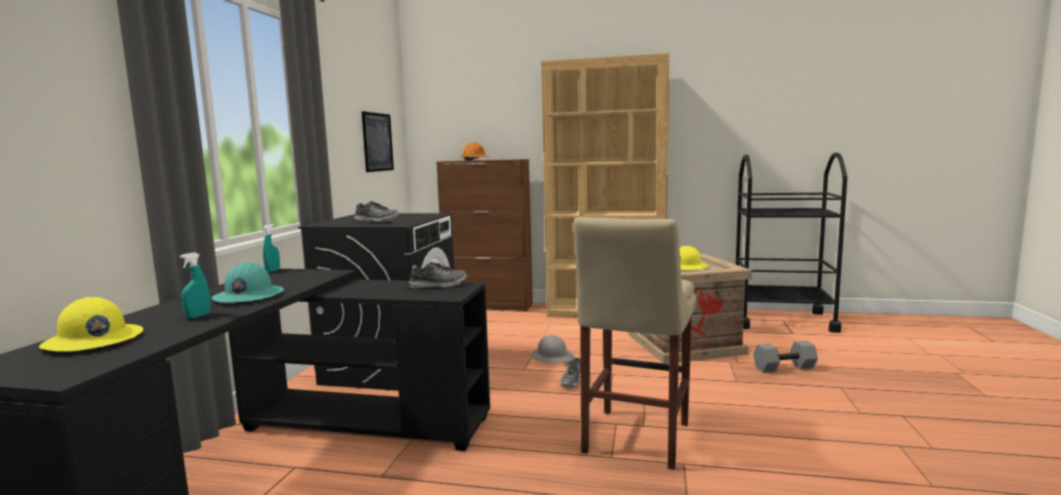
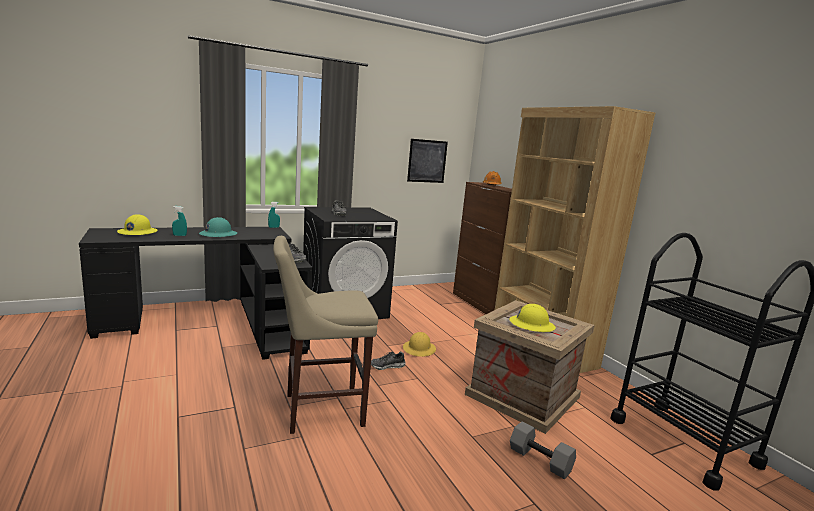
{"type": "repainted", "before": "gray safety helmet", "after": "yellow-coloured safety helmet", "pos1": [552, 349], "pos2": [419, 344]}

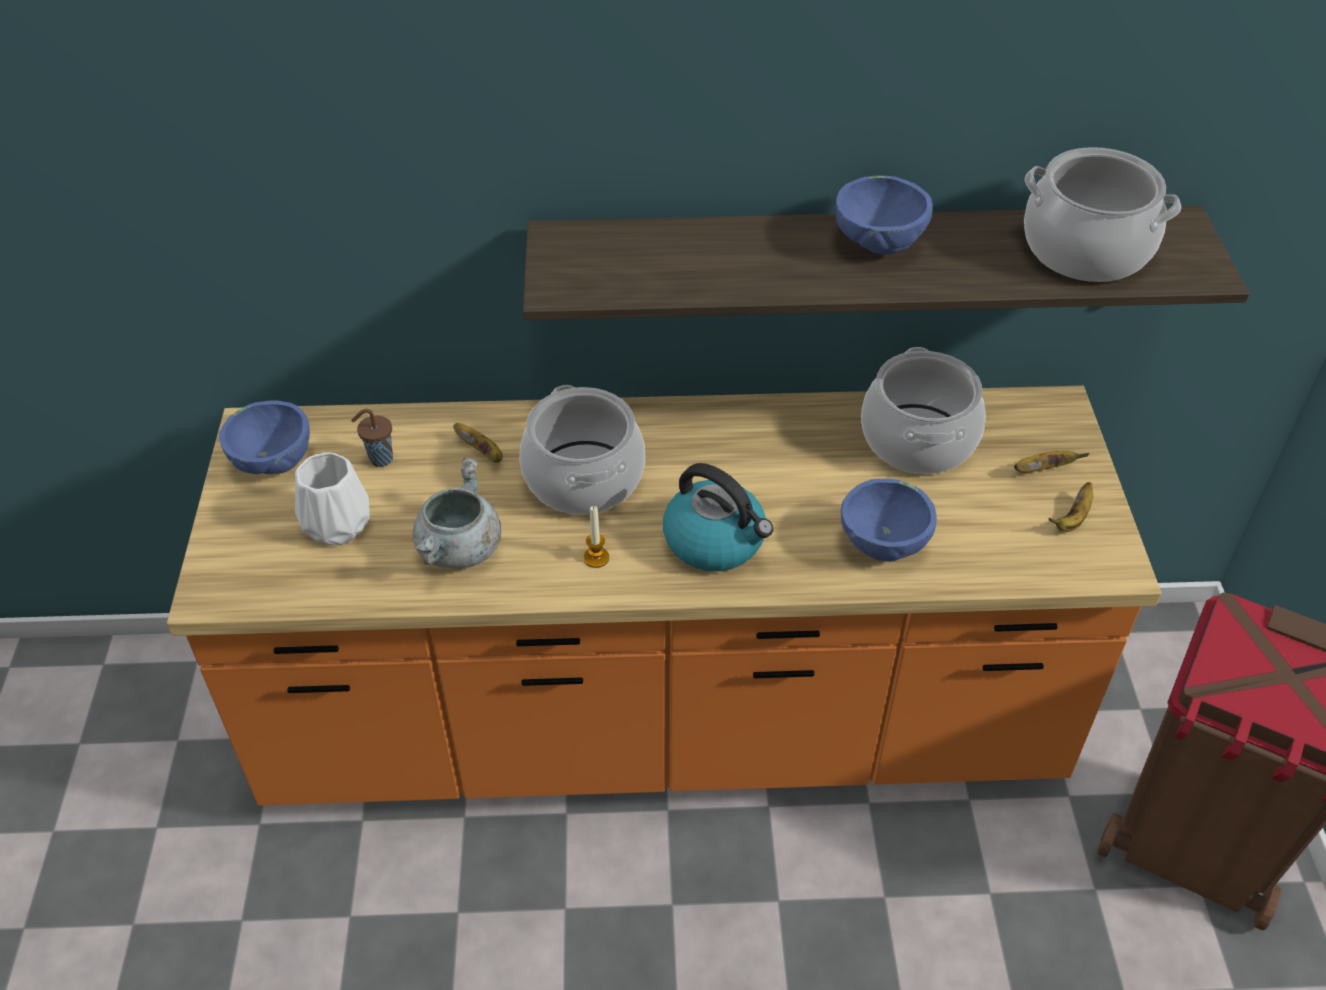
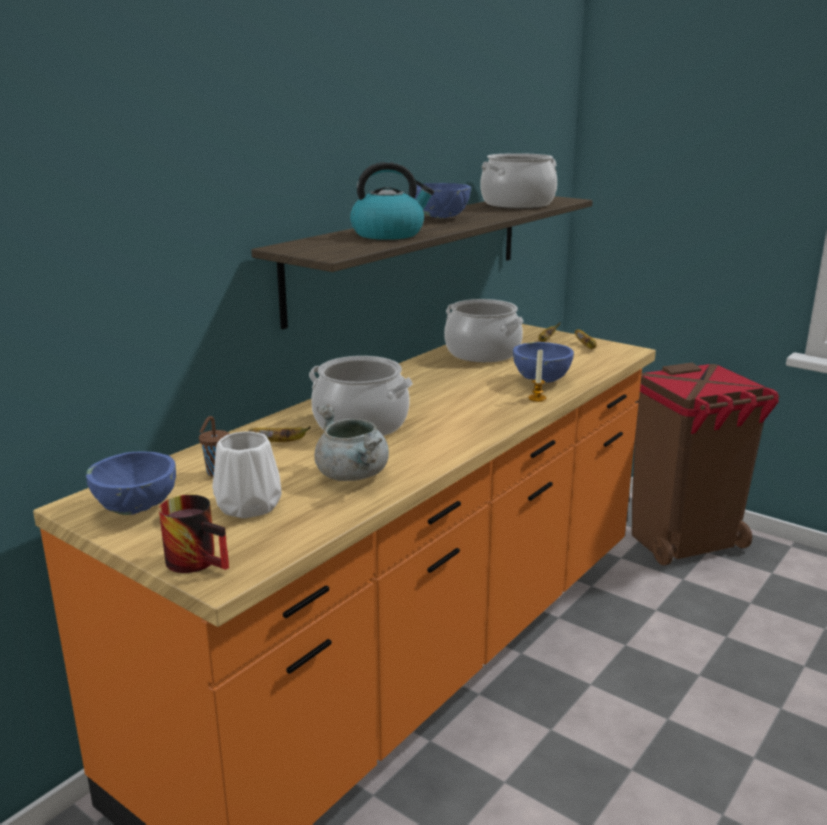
{"type": "new", "after": "mug", "pos2": [194, 534]}
{"type": "shifted", "before": "tea kettle", "pos1": [718, 517], "pos2": [392, 201]}
{"type": "shifted", "before": "wax candle", "pos1": [596, 537], "pos2": [537, 376]}

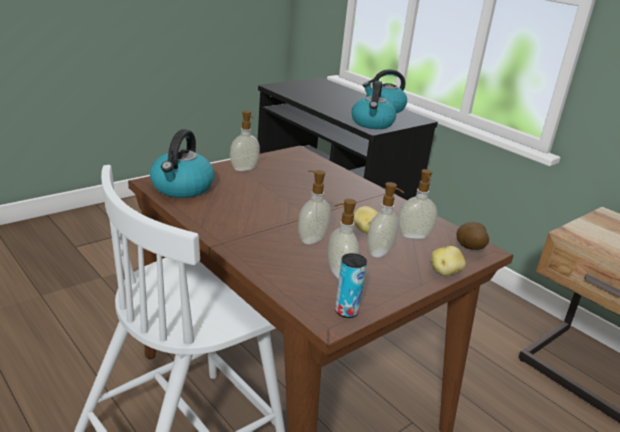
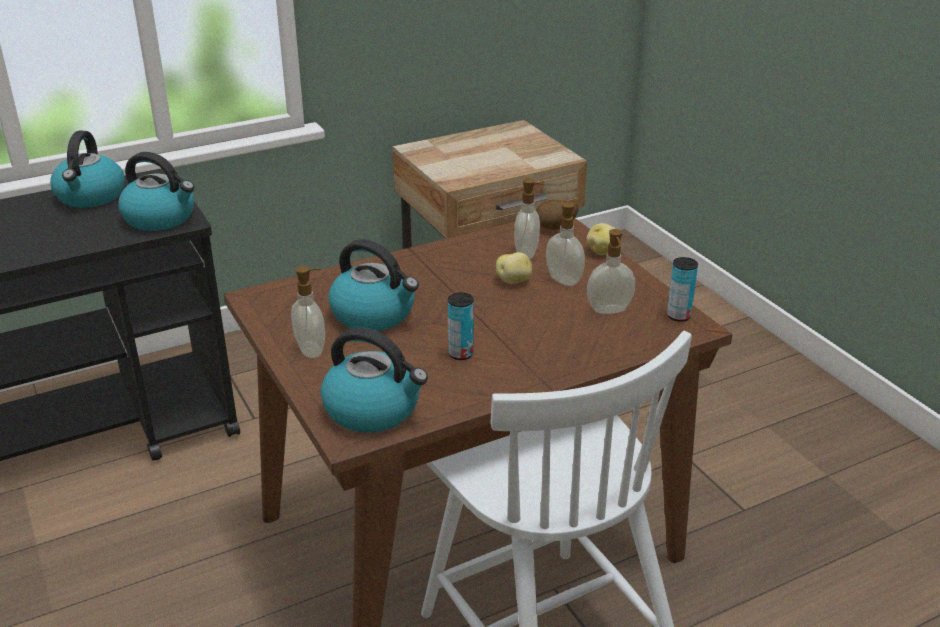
{"type": "new", "after": "tea kettle", "pos2": [374, 285]}
{"type": "new", "after": "can", "pos2": [461, 326]}
{"type": "gone", "before": "soap dispenser", "pos1": [314, 207]}

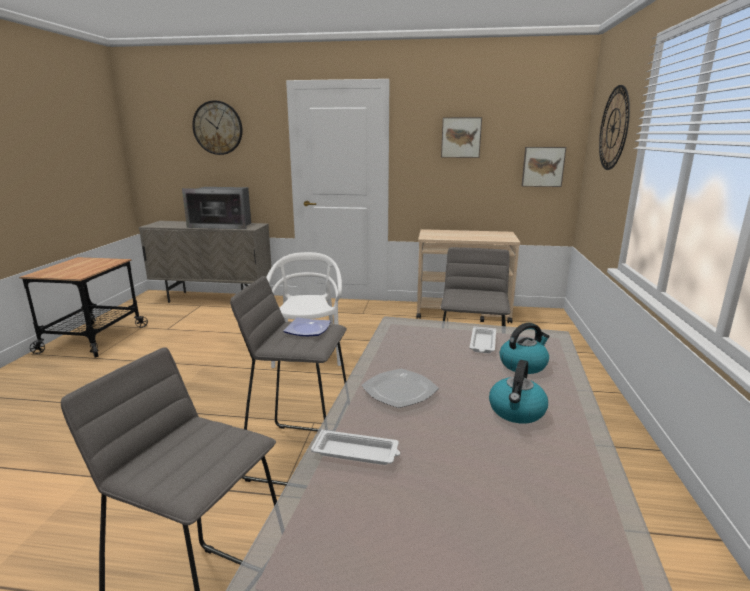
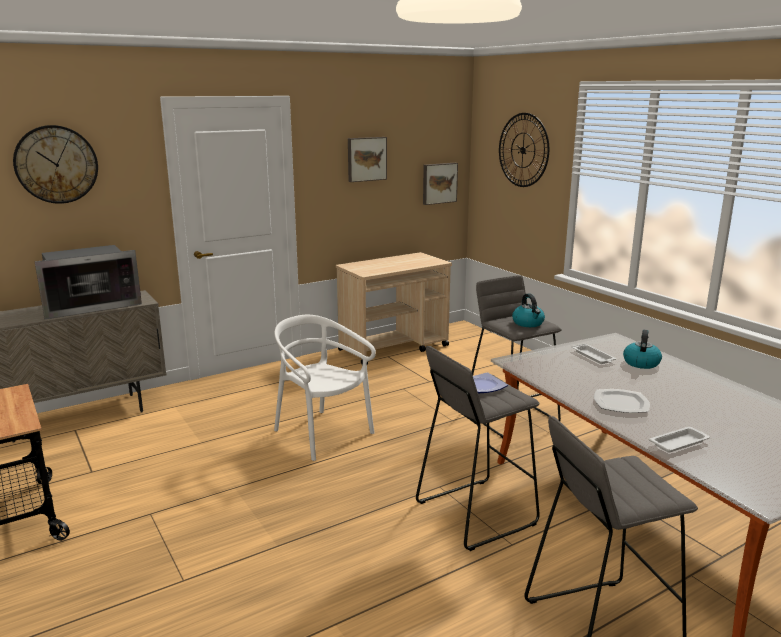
{"type": "shifted", "before": "tea kettle", "pos1": [518, 392], "pos2": [528, 310]}

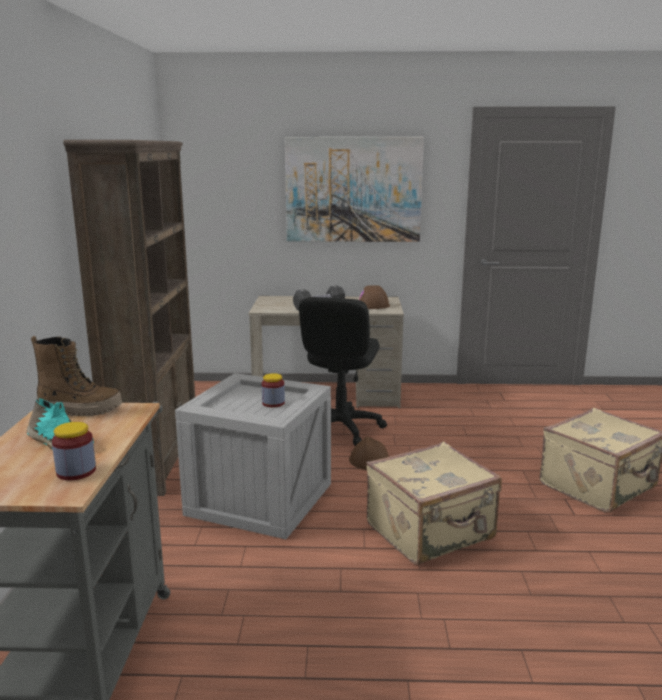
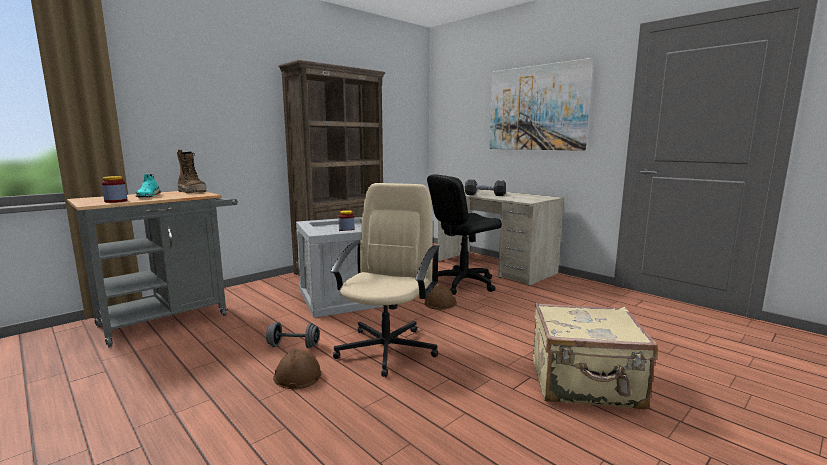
{"type": "new", "after": "gray dumbbell", "pos2": [292, 335]}
{"type": "shifted", "before": "brown-coloured safety helmet", "pos1": [374, 297], "pos2": [297, 368]}
{"type": "swapped", "before": "beige-coloured travel case", "after": "beige-coloured desk chair", "pos1": [434, 503], "pos2": [385, 280]}

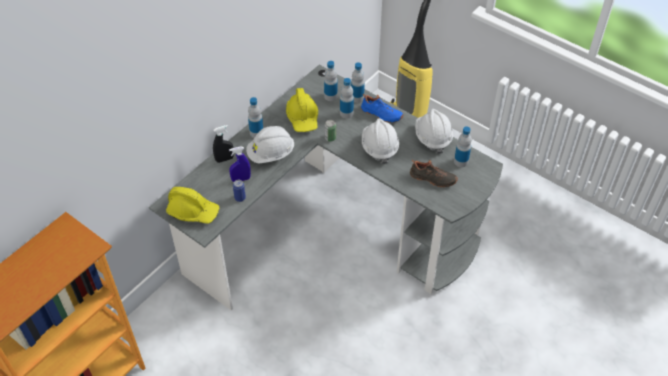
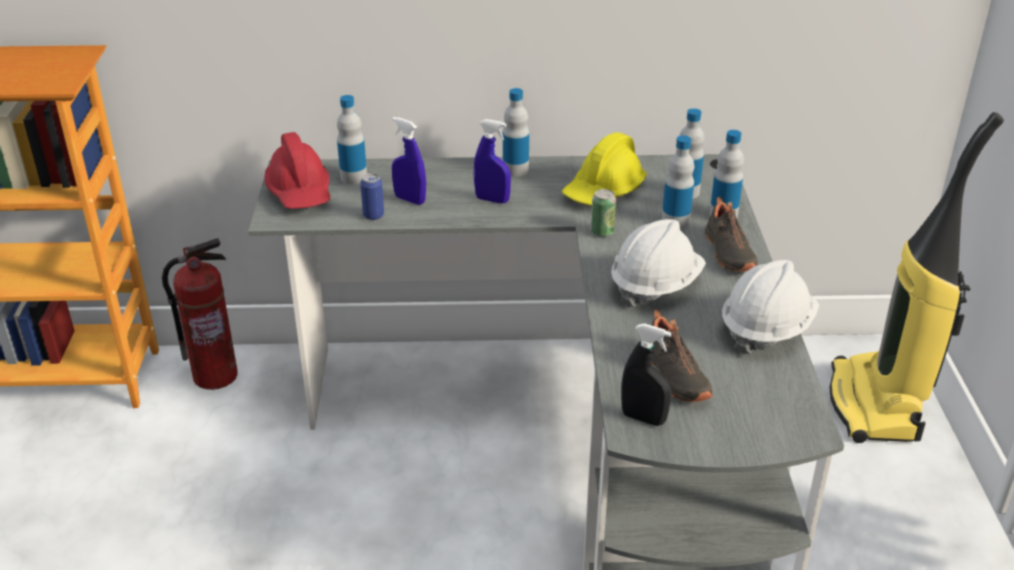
{"type": "new", "after": "fire extinguisher", "pos2": [200, 314]}
{"type": "repainted", "before": "yellow-coloured safety helmet", "after": "reddish safety helmet", "pos1": [193, 205], "pos2": [297, 170]}
{"type": "shifted", "before": "drink bottle", "pos1": [463, 146], "pos2": [352, 139]}
{"type": "swapped", "before": "white-coloured safety helmet", "after": "blue-coloured sprayer", "pos1": [270, 145], "pos2": [492, 161]}
{"type": "shifted", "before": "black-coloured sprayer", "pos1": [223, 144], "pos2": [646, 374]}
{"type": "repainted", "before": "blue-coloured low shoe", "after": "black-coloured low shoe", "pos1": [382, 108], "pos2": [731, 234]}

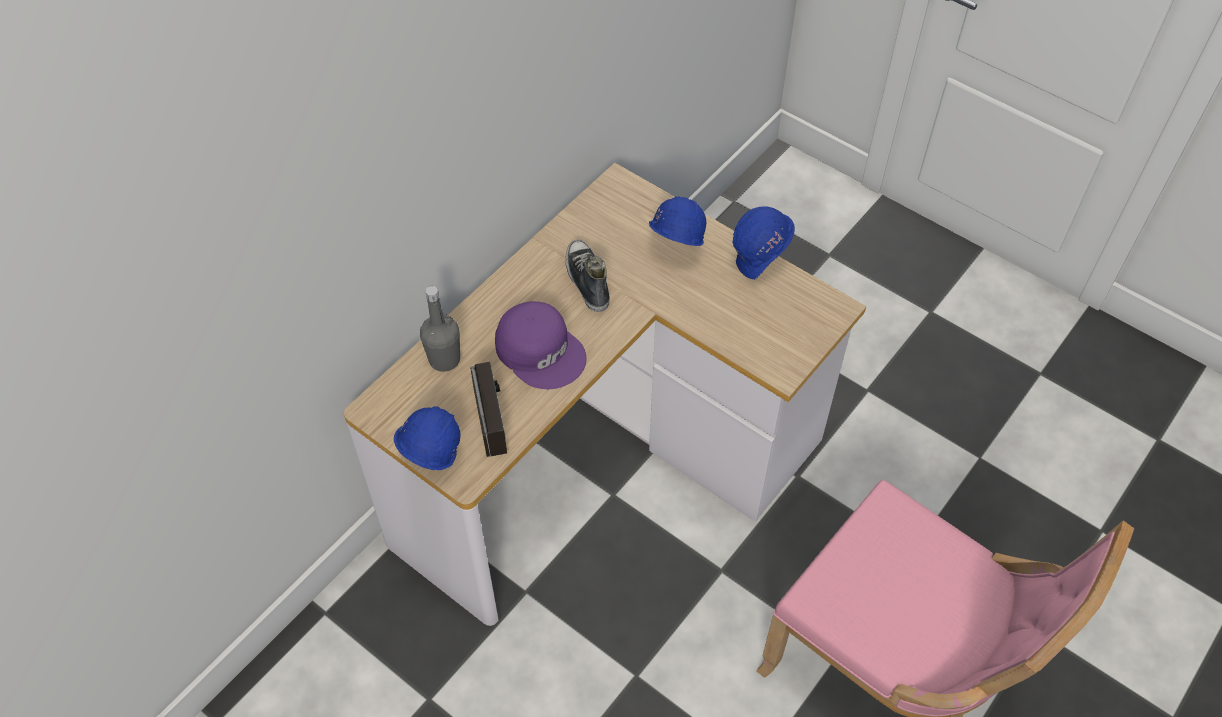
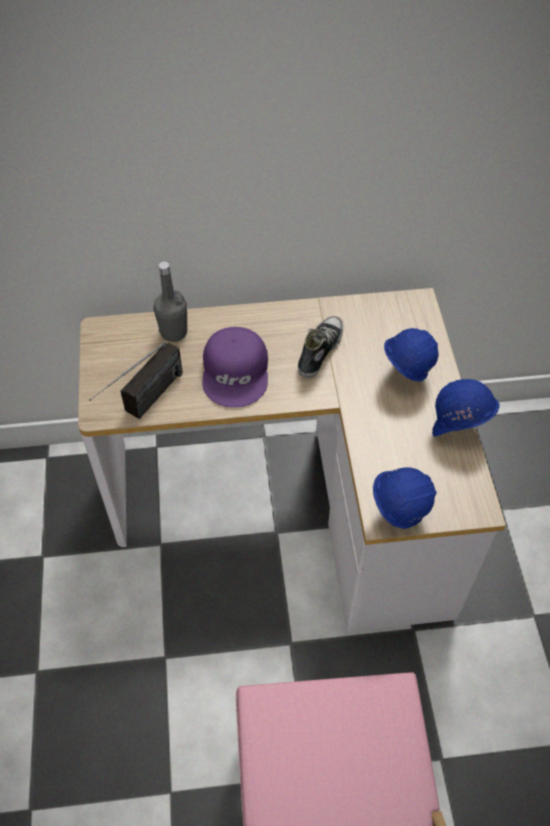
{"type": "shifted", "before": "blue-coloured safety helmet", "pos1": [427, 438], "pos2": [405, 498]}

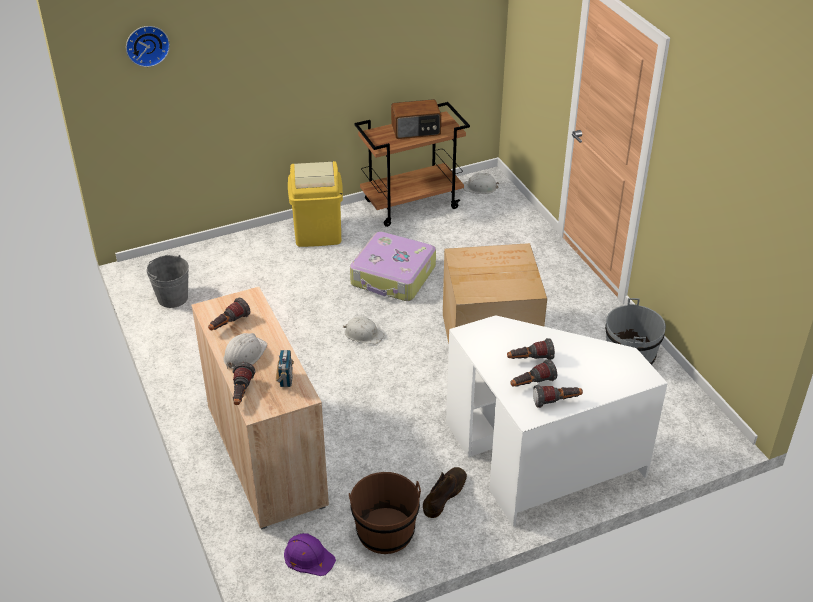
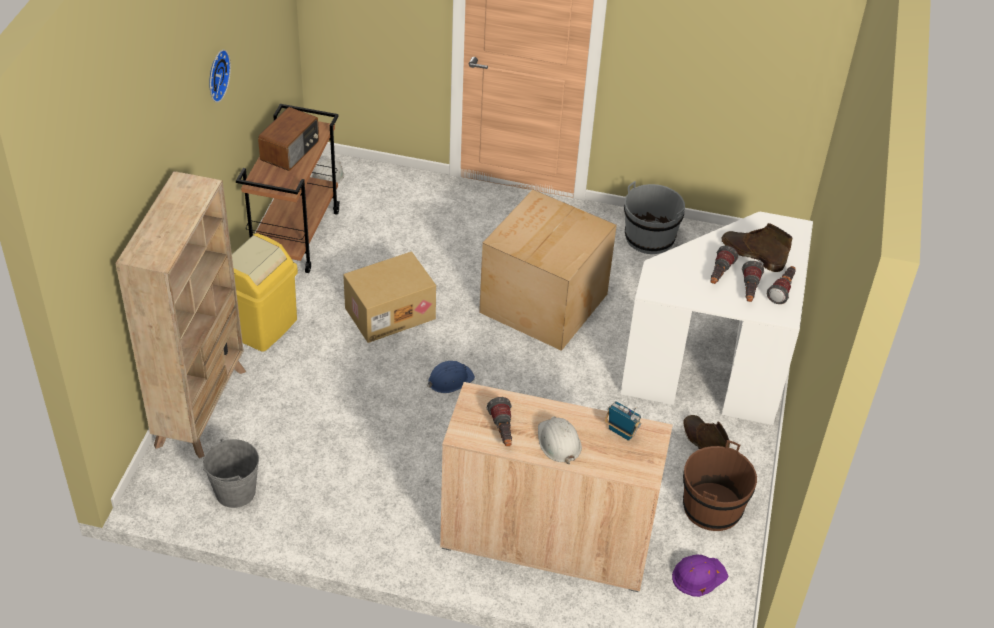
{"type": "new", "after": "beige-coloured bookshelf", "pos2": [180, 314]}
{"type": "shifted", "before": "wall clock", "pos1": [148, 46], "pos2": [220, 76]}
{"type": "swapped", "before": "travel case", "after": "cardboard box", "pos1": [393, 266], "pos2": [389, 297]}
{"type": "repainted", "before": "white-coloured safety helmet", "after": "blue-coloured safety helmet", "pos1": [363, 330], "pos2": [451, 377]}
{"type": "new", "after": "brown-coloured boot", "pos2": [757, 247]}
{"type": "gone", "before": "hand torch", "pos1": [244, 383]}

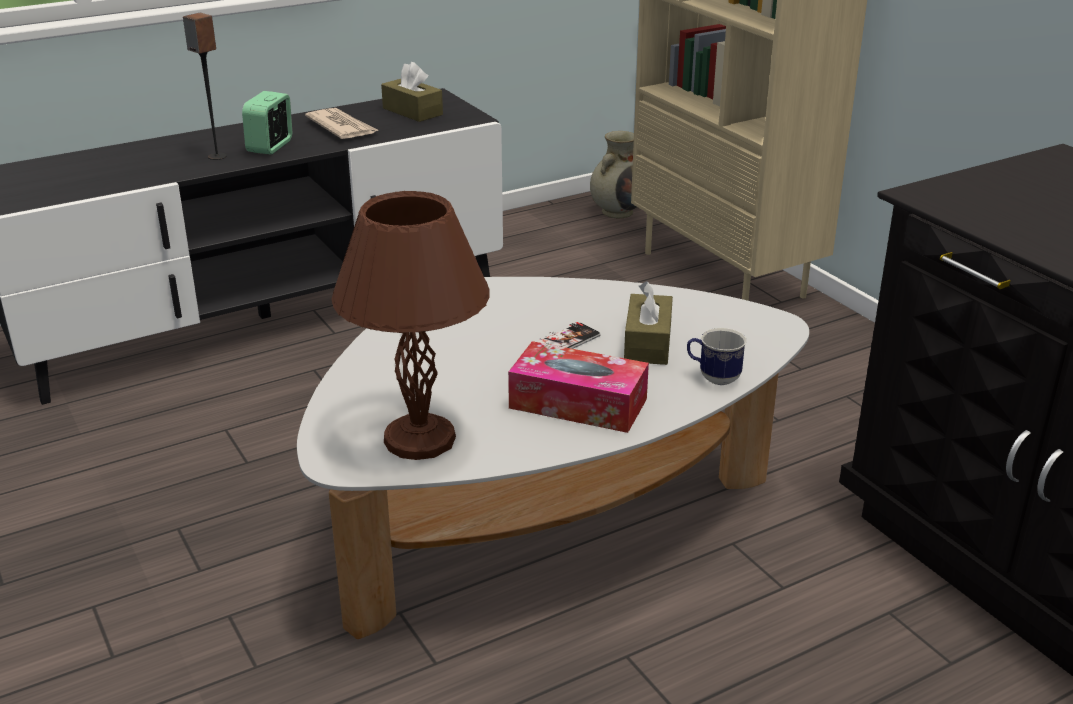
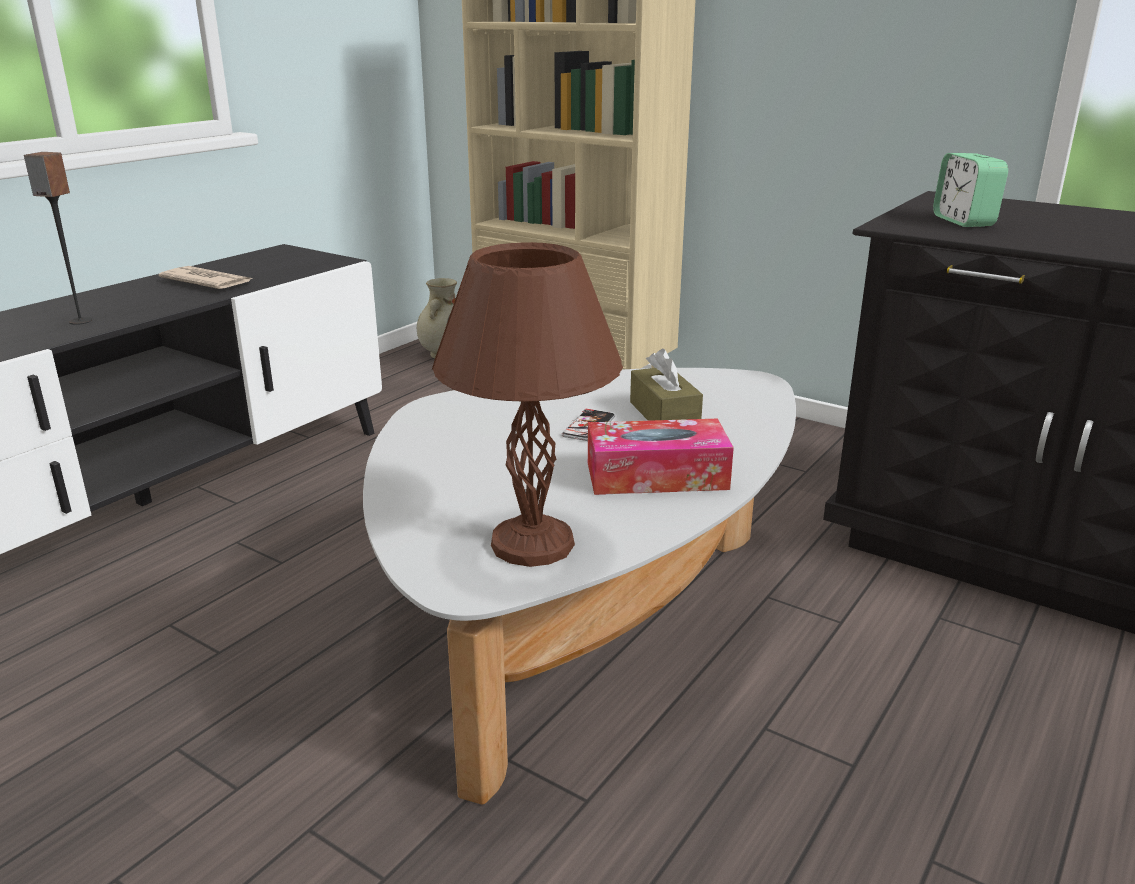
{"type": "shifted", "before": "alarm clock", "pos1": [267, 123], "pos2": [970, 190]}
{"type": "gone", "before": "brown-coloured tissue box", "pos1": [412, 92]}
{"type": "gone", "before": "mug", "pos1": [717, 356]}

